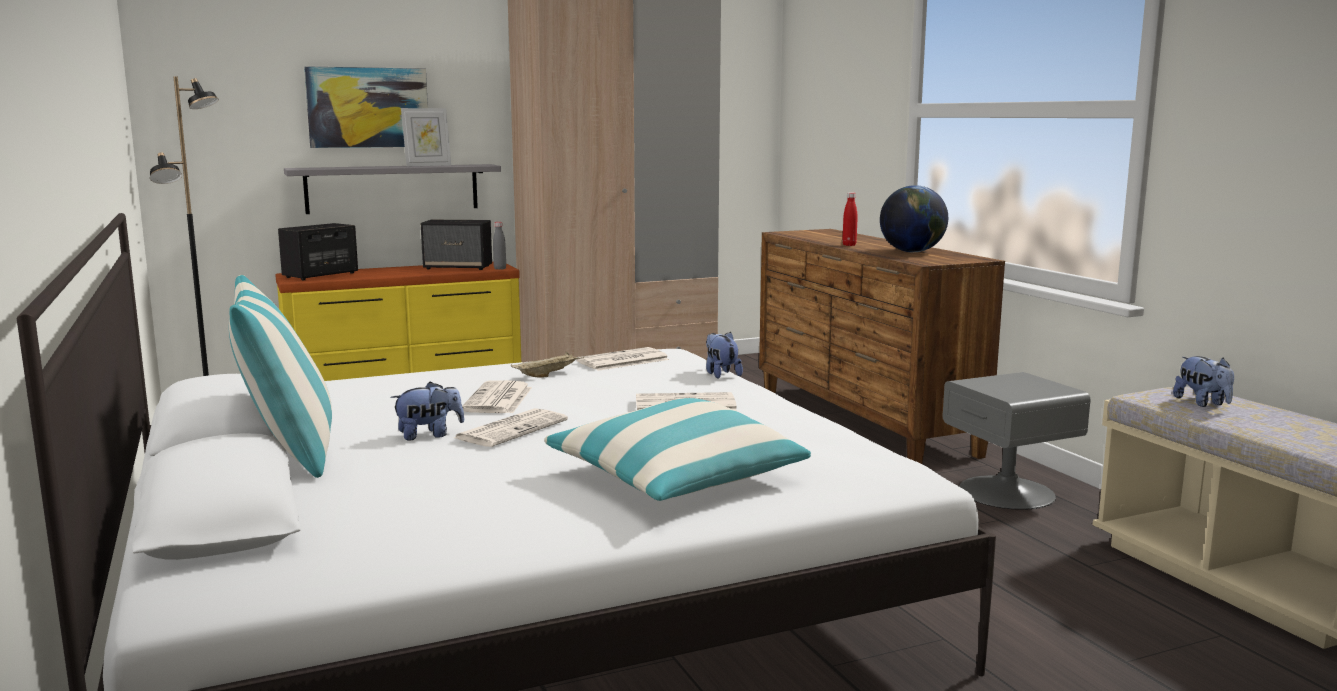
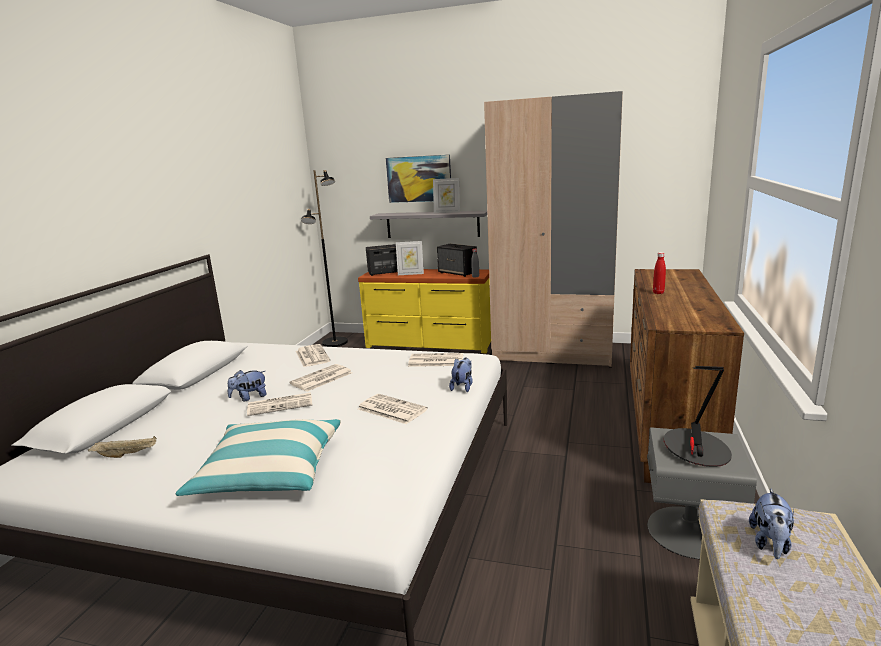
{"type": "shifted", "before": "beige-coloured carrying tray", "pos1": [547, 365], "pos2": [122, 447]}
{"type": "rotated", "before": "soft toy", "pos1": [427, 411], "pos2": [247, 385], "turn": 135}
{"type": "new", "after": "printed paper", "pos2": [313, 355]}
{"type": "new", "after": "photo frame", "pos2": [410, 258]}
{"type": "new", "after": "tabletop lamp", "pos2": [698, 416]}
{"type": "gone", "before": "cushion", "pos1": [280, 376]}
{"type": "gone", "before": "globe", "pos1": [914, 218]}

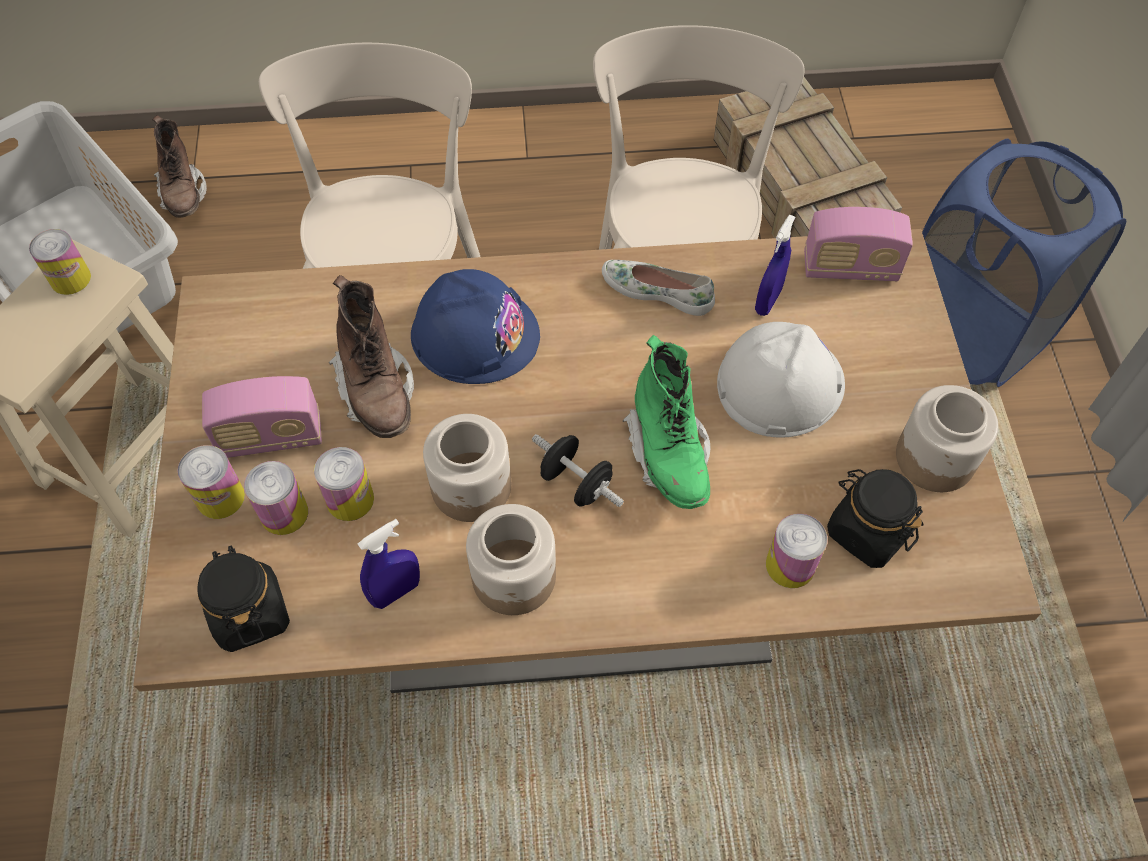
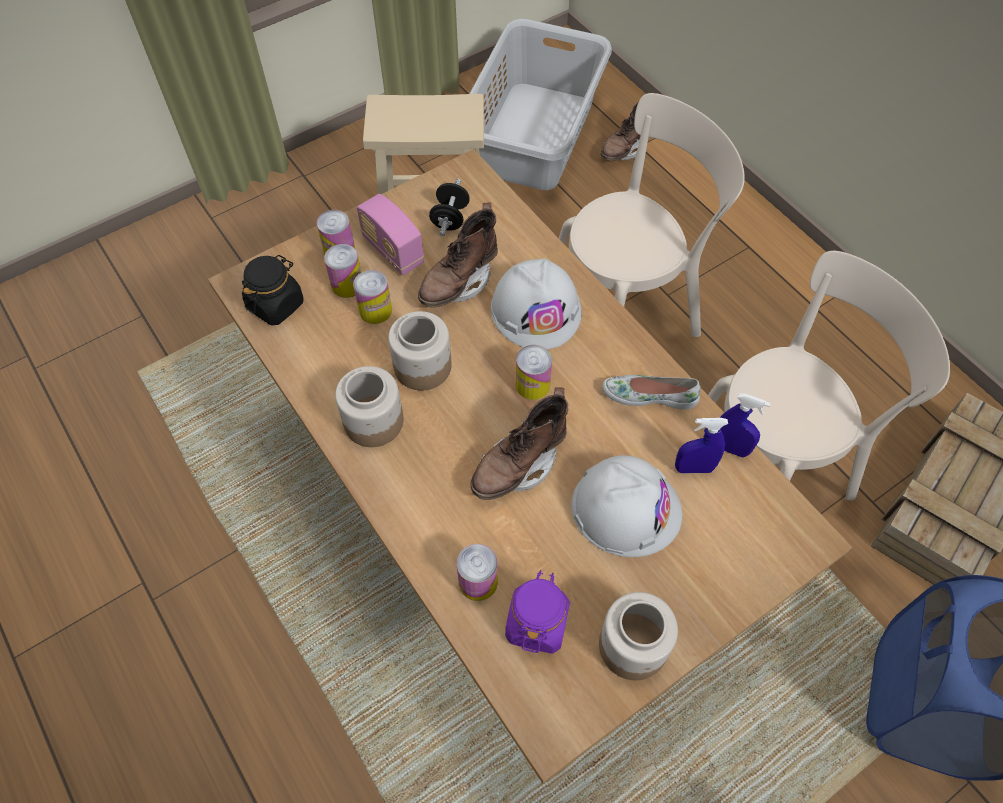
{"type": "shifted", "before": "black-coloured dumbbell", "pos1": [578, 470], "pos2": [449, 207]}
{"type": "repainted", "before": "green boot", "after": "brown-coloured boot", "pos1": [666, 422], "pos2": [519, 443]}
{"type": "repainted", "before": "blue-coloured safety helmet", "after": "white-coloured safety helmet", "pos1": [475, 326], "pos2": [536, 304]}
{"type": "repainted", "before": "black-coloured jar", "after": "purplish jar", "pos1": [875, 518], "pos2": [537, 612]}
{"type": "shifted", "before": "can", "pos1": [60, 262], "pos2": [534, 372]}
{"type": "rotated", "before": "white-coloured low shoe", "pos1": [658, 288], "pos2": [651, 392], "turn": -75}
{"type": "shifted", "before": "blue-coloured sprayer", "pos1": [389, 564], "pos2": [745, 425]}
{"type": "gone", "before": "radio", "pos1": [858, 244]}

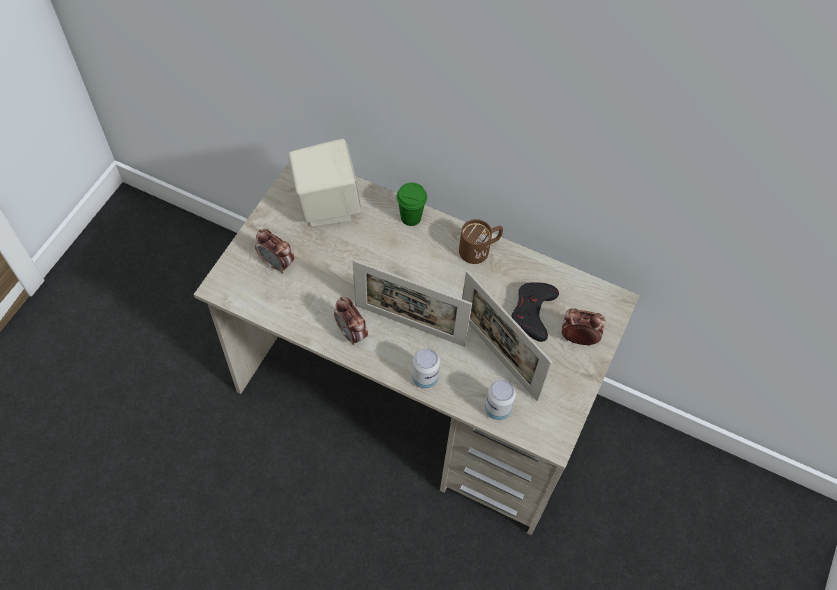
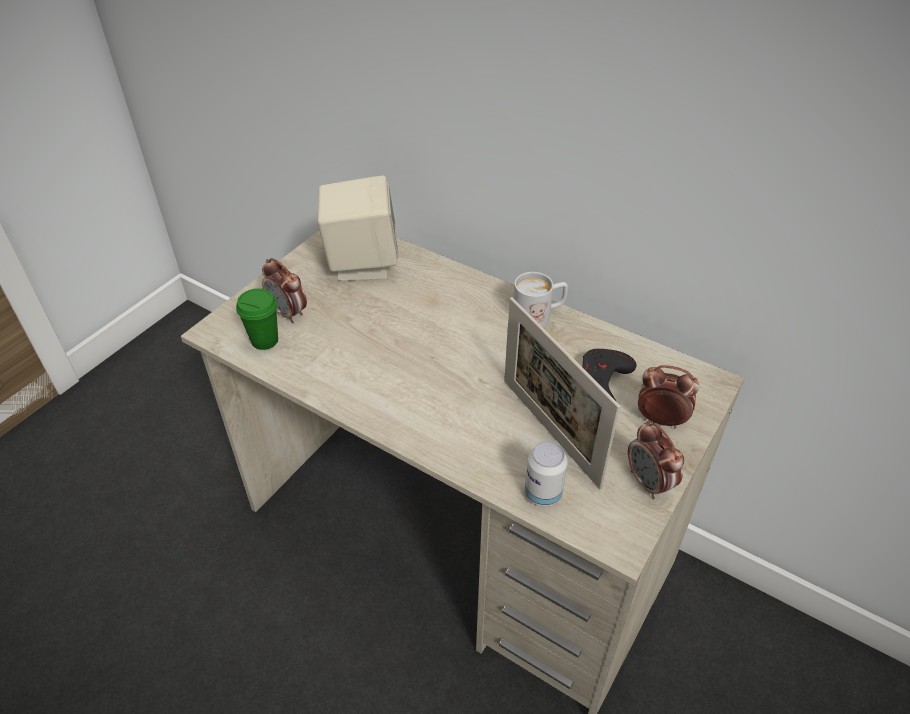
{"type": "shifted", "before": "green drinking cup", "pos1": [412, 204], "pos2": [257, 319]}
{"type": "repainted", "before": "brown-coloured mug", "after": "white-coloured mug", "pos1": [481, 241], "pos2": [540, 299]}
{"type": "shifted", "before": "alarm clock", "pos1": [351, 321], "pos2": [656, 460]}
{"type": "gone", "before": "photo frame", "pos1": [412, 303]}
{"type": "gone", "before": "can", "pos1": [426, 368]}

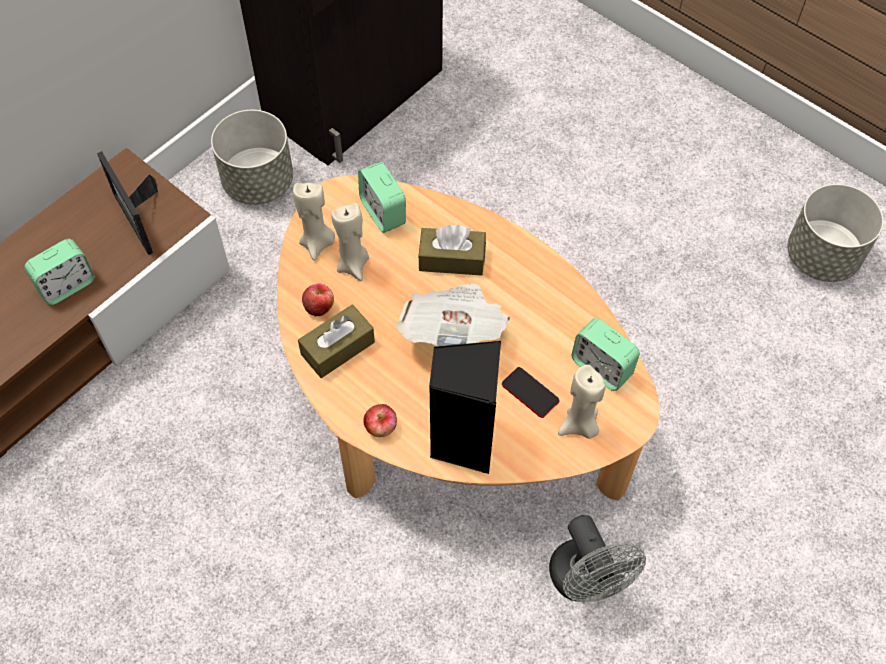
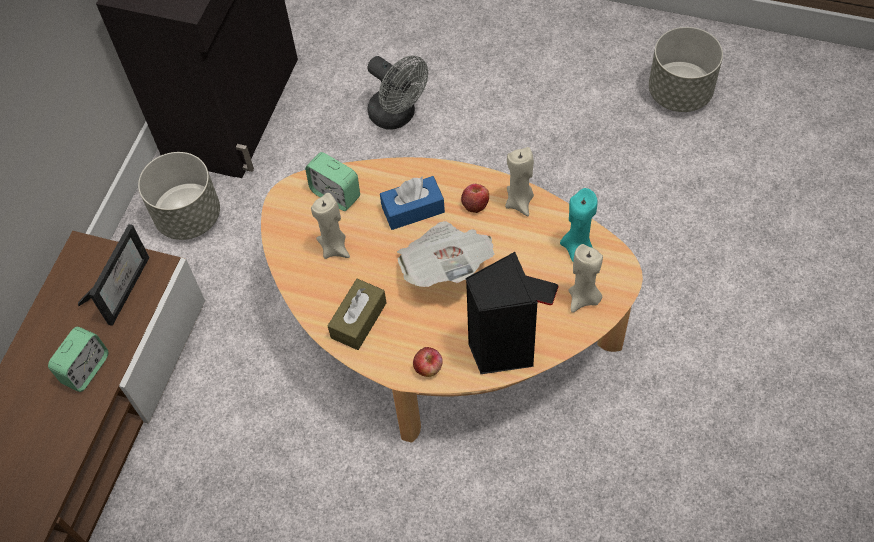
{"type": "rotated", "before": "photo frame", "pos1": [127, 203], "pos2": [114, 275], "turn": -105}
{"type": "shifted", "before": "gray fan", "pos1": [597, 558], "pos2": [397, 93]}
{"type": "repainted", "before": "brown-coloured tissue box", "after": "blue-coloured tissue box", "pos1": [452, 250], "pos2": [412, 203]}
{"type": "shifted", "before": "apple fruit", "pos1": [318, 299], "pos2": [475, 198]}
{"type": "shifted", "before": "beige-coloured wax candle", "pos1": [314, 222], "pos2": [519, 181]}
{"type": "swapped", "before": "alarm clock", "after": "blue-green wax candle", "pos1": [605, 354], "pos2": [578, 225]}

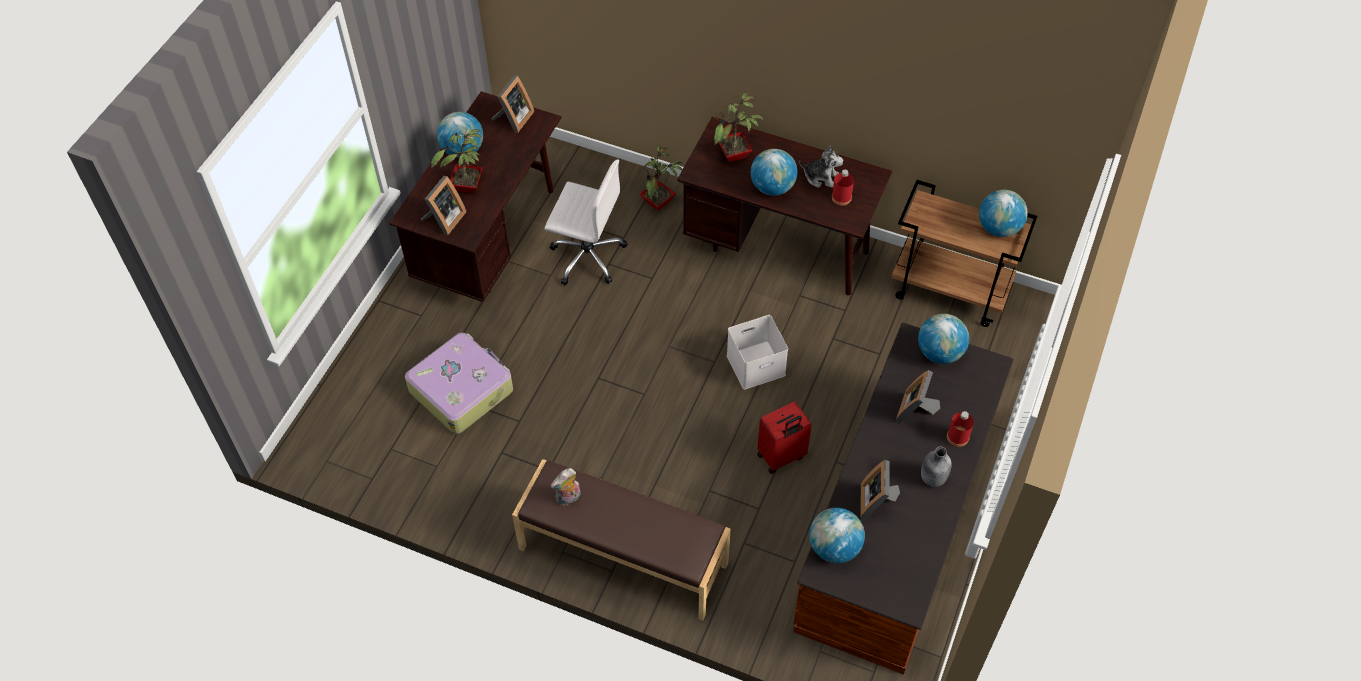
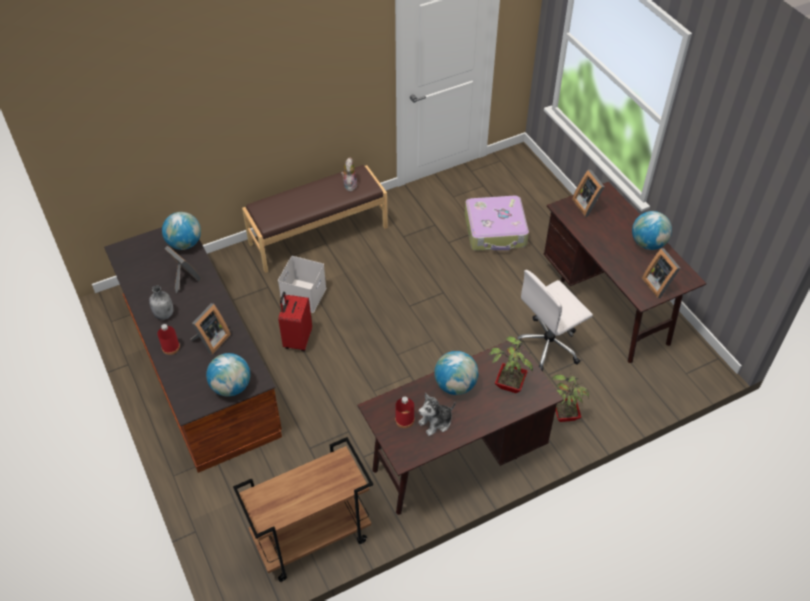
{"type": "rotated", "before": "photo frame", "pos1": [917, 397], "pos2": [210, 329], "turn": 60}
{"type": "shifted", "before": "white-coloured storage container", "pos1": [757, 352], "pos2": [302, 284]}
{"type": "gone", "before": "houseplant", "pos1": [457, 159]}
{"type": "gone", "before": "globe", "pos1": [1003, 213]}

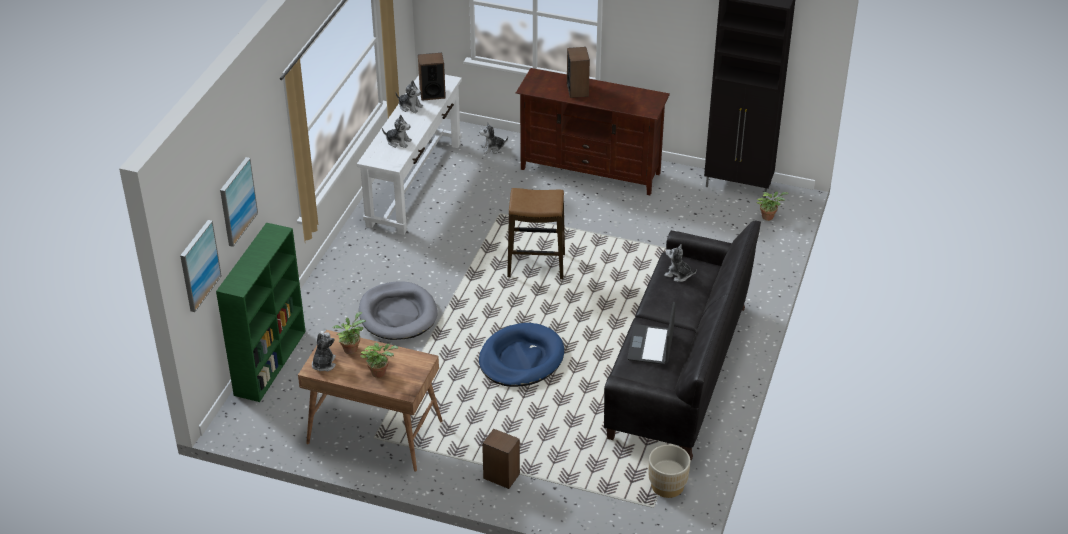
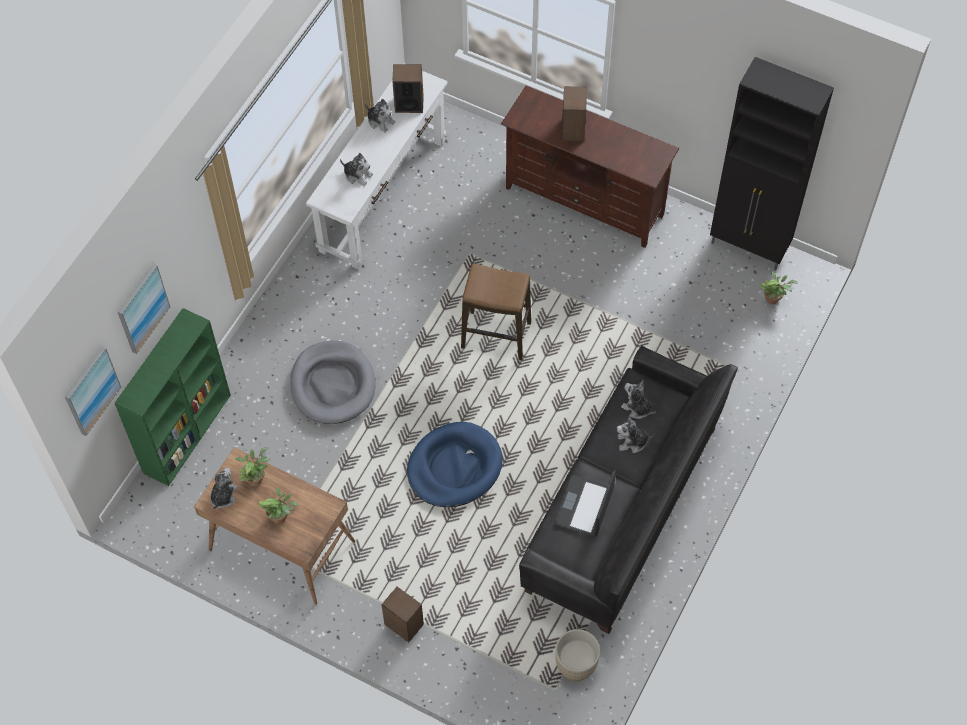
{"type": "shifted", "before": "soft toy", "pos1": [493, 138], "pos2": [636, 434]}

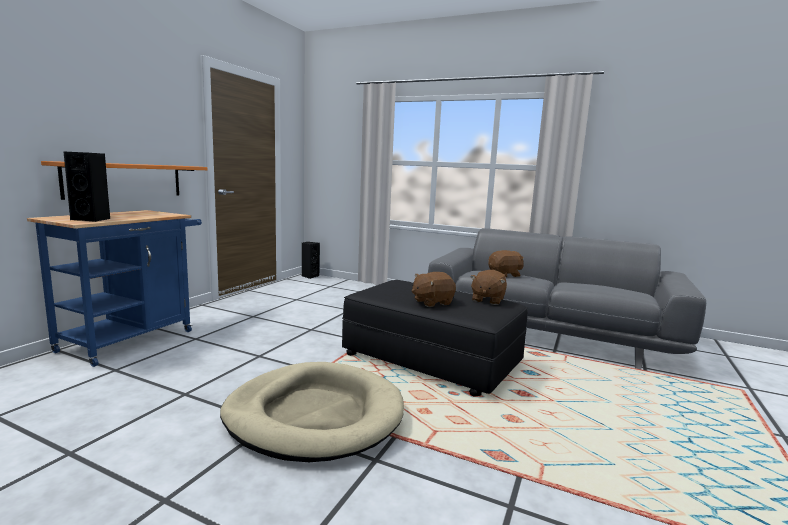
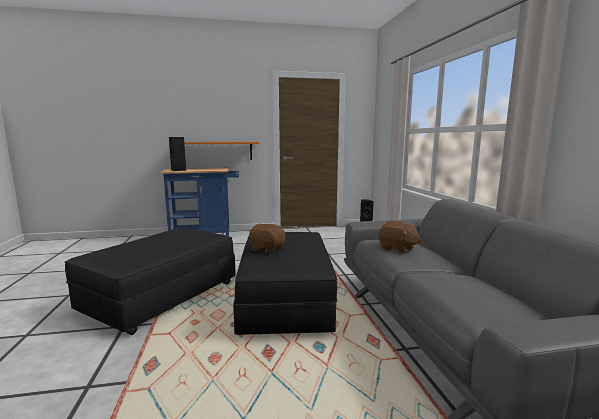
{"type": "swapped", "before": "beige-coloured dog cushion", "after": "black-coloured pouffe", "pos1": [312, 412], "pos2": [150, 281]}
{"type": "gone", "before": "brown-coloured soft toy", "pos1": [488, 287]}

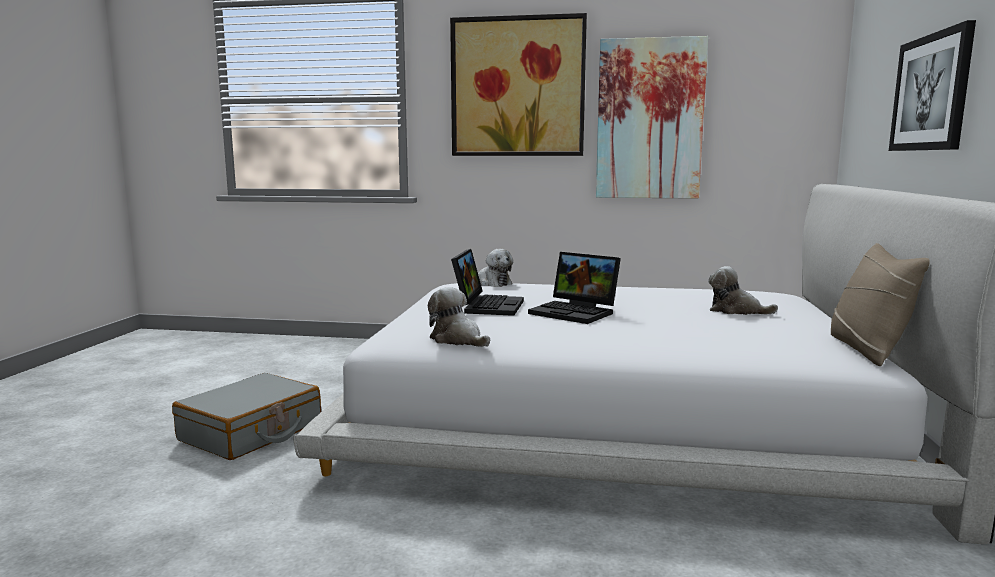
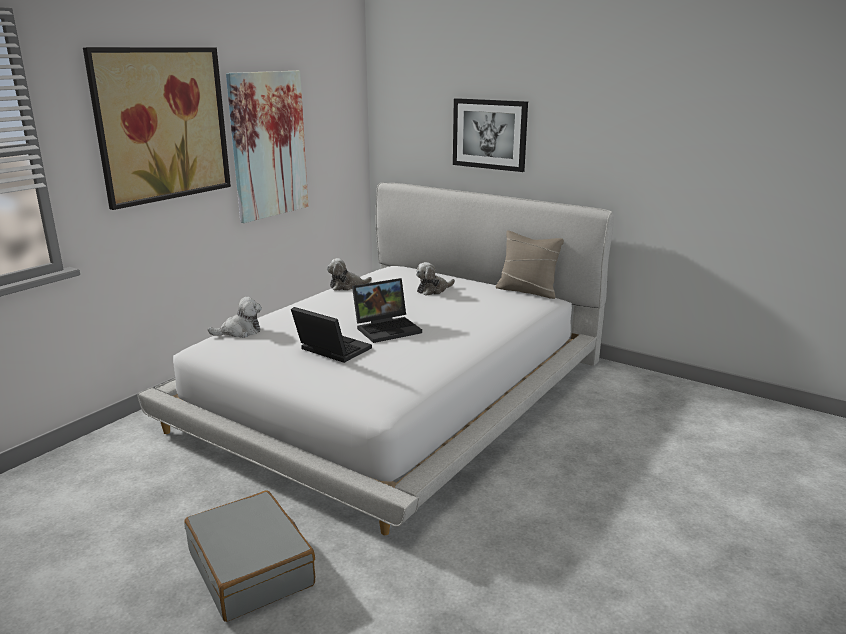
{"type": "shifted", "before": "soft toy", "pos1": [459, 317], "pos2": [349, 274]}

